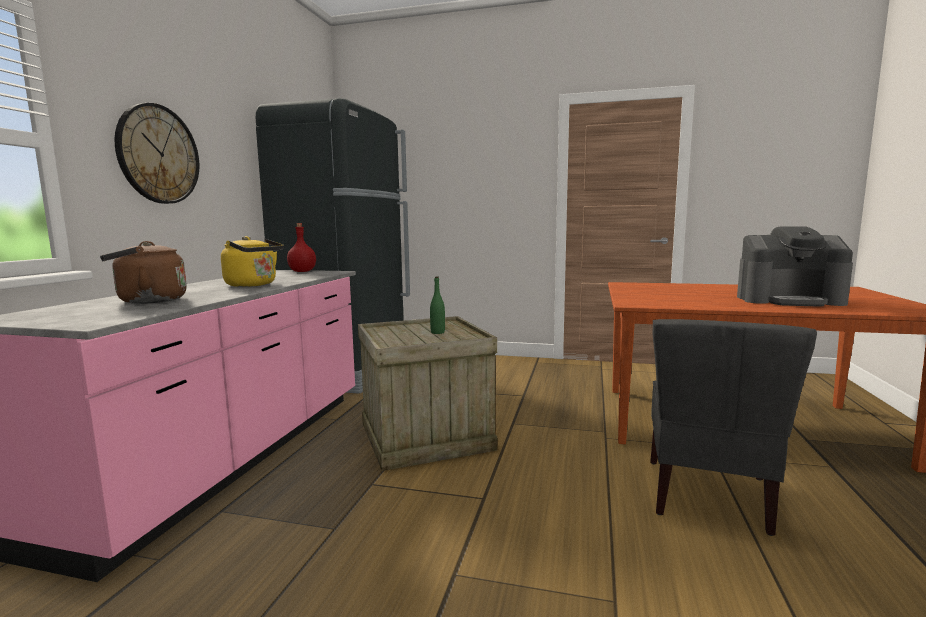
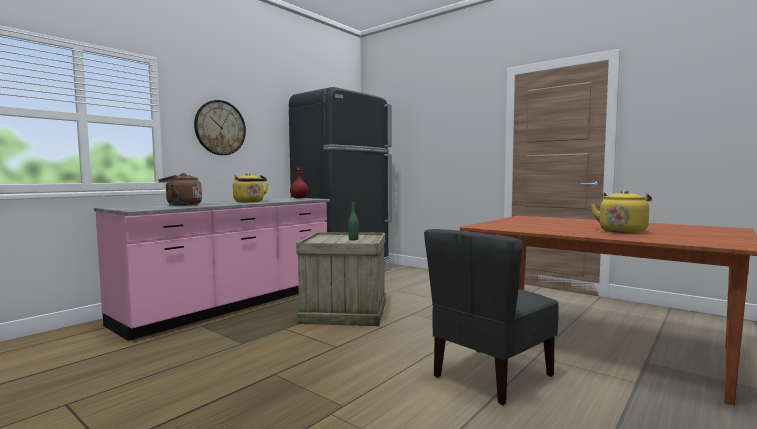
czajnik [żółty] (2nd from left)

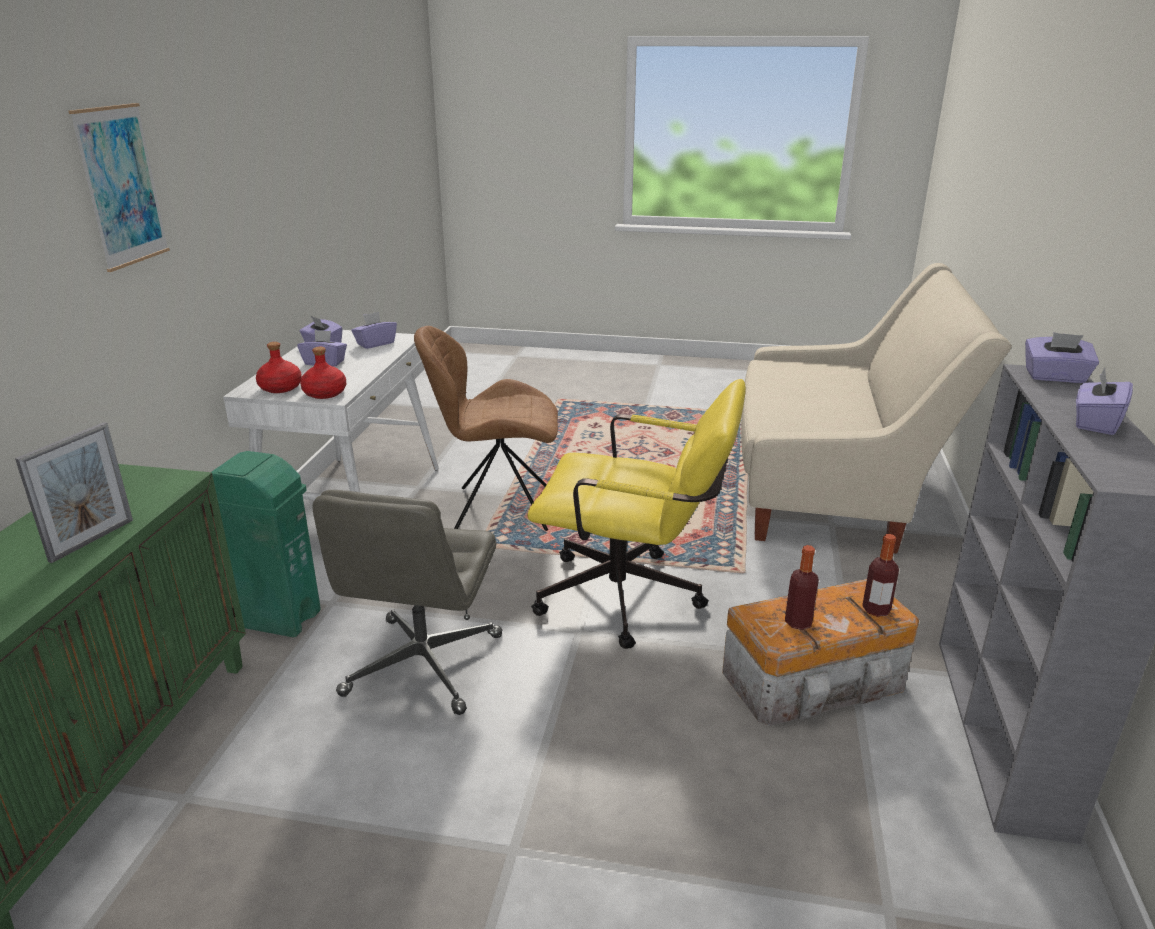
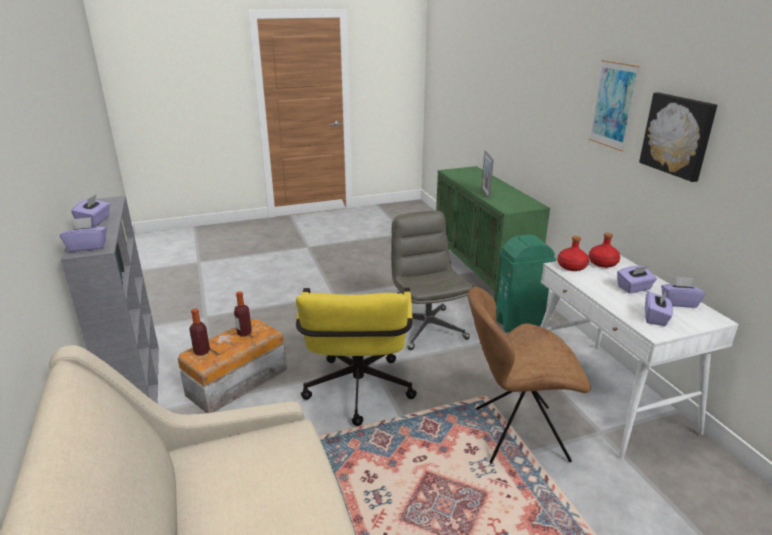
krzesło [brązowy]
krzesło biurowe [żółty]
obraz (2nd from left)

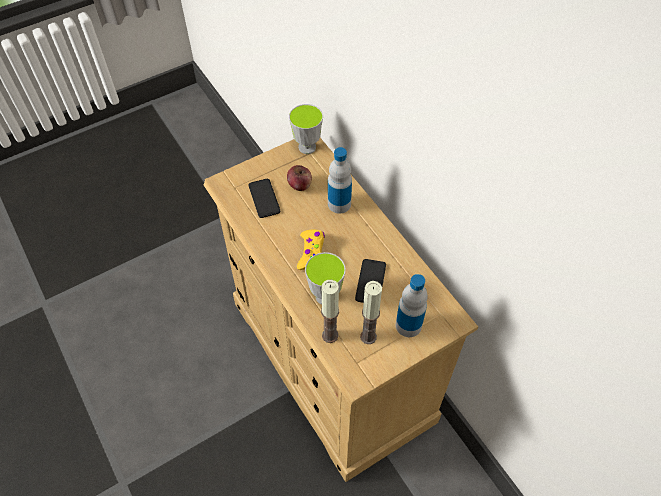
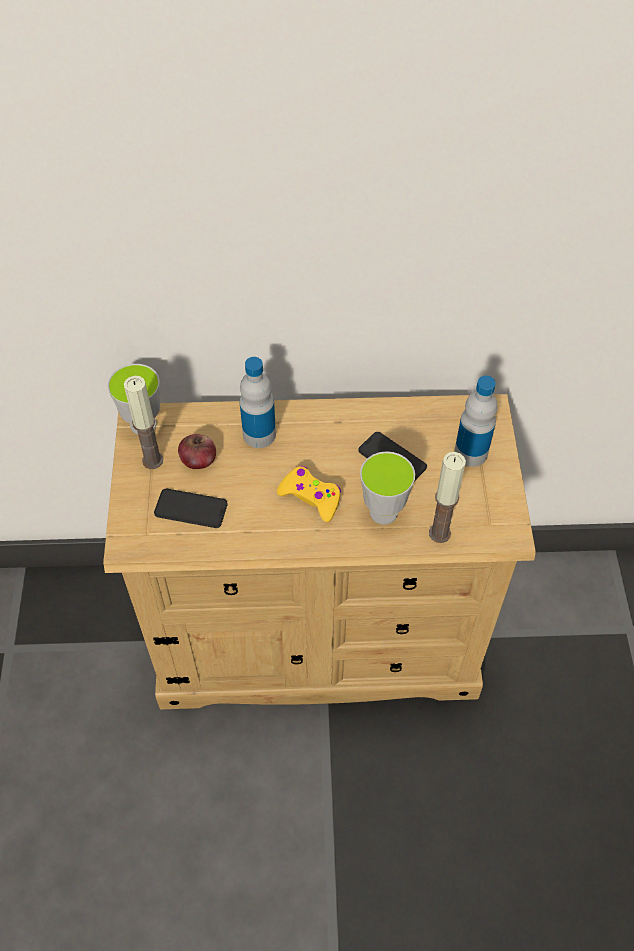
świeca (1st from left)

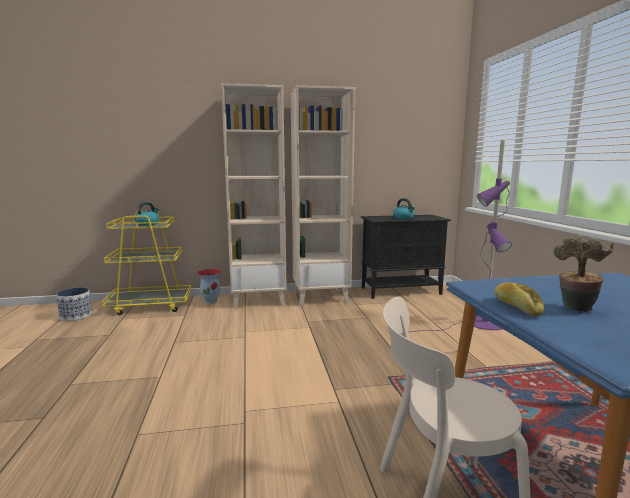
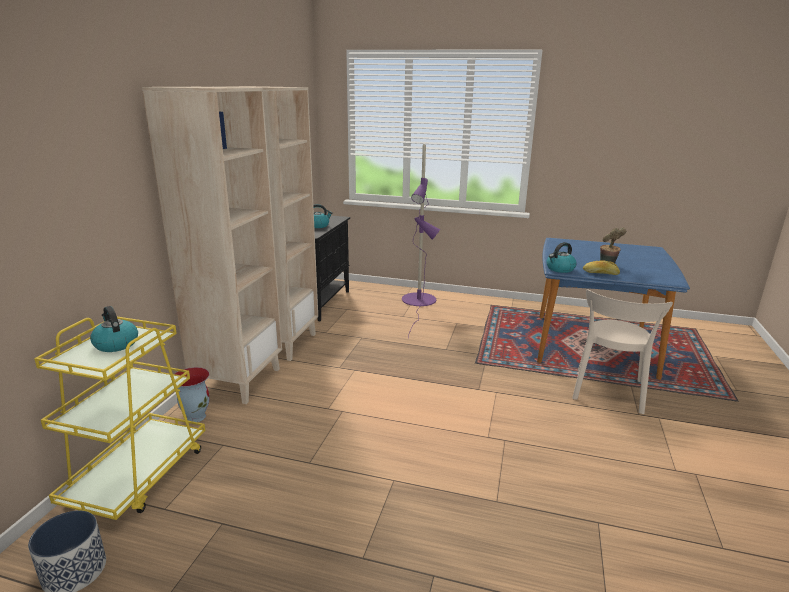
czajnik (3rd from left)

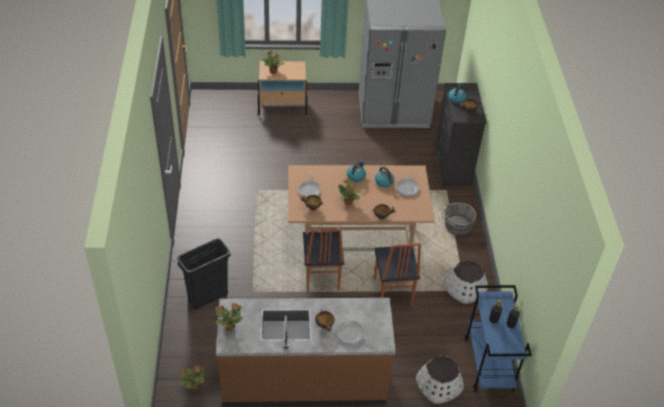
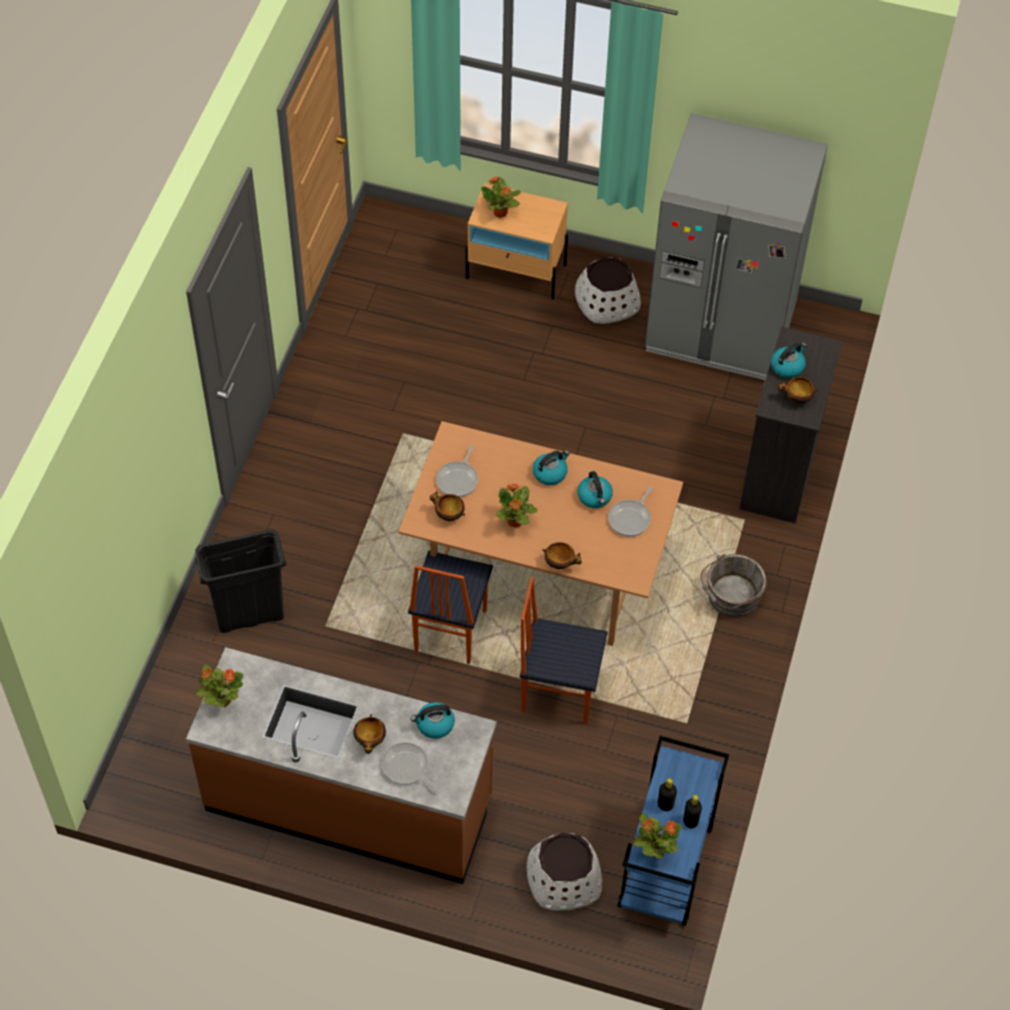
roślina doniczkowa (4th from left)
krzesło (2nd from left)
donica [biały] (2nd from left)
czajnik (1st from left)

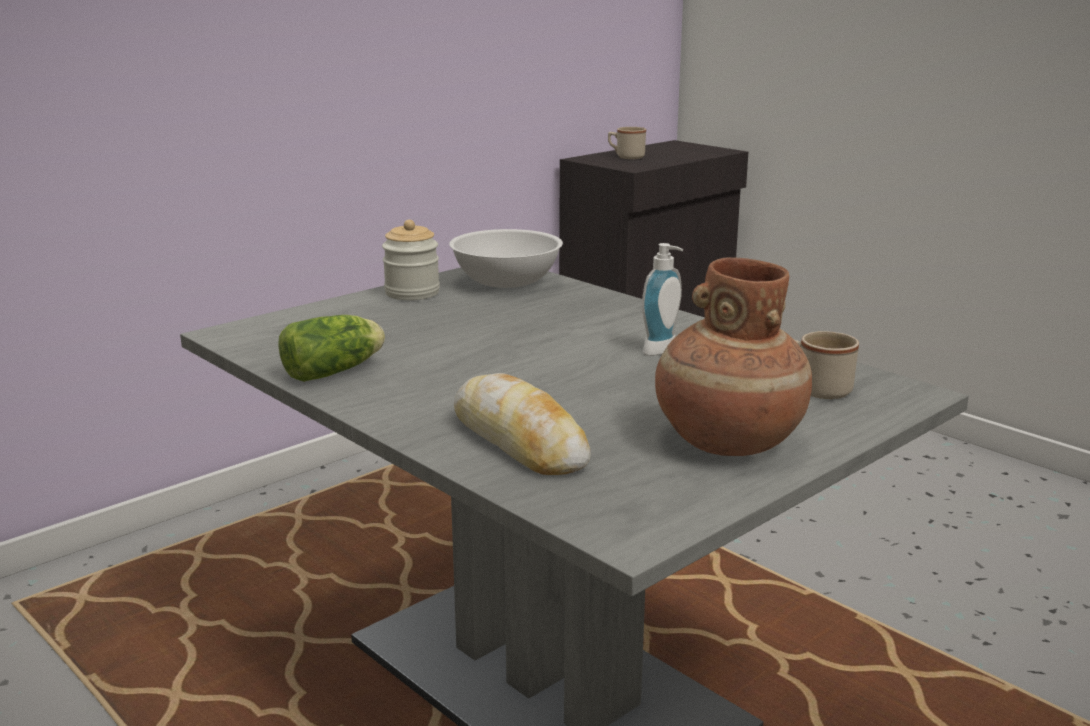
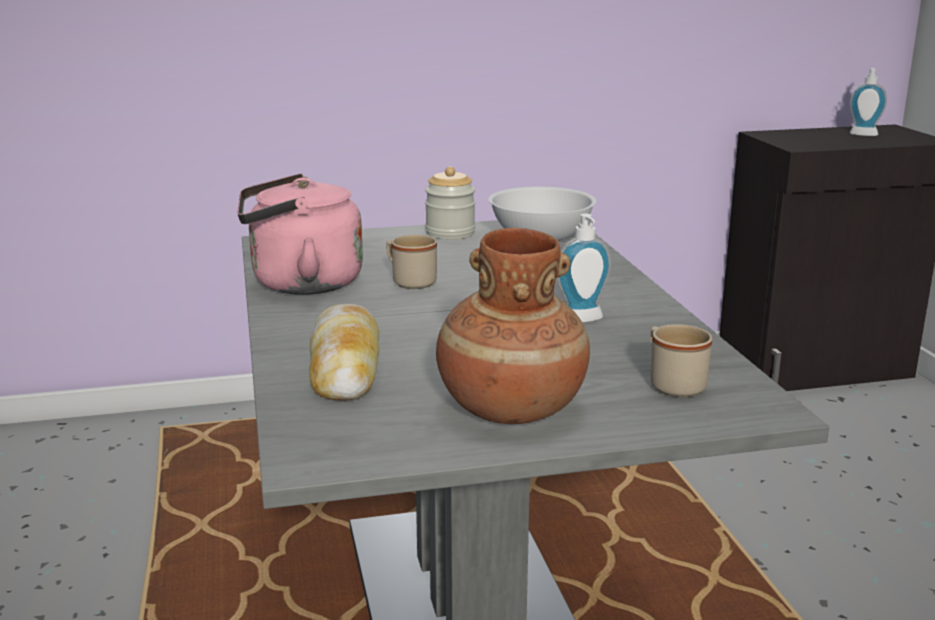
czajnik [różowy]
kubek [beżowy] (1st from left)
dozownik mydła (2nd from left)

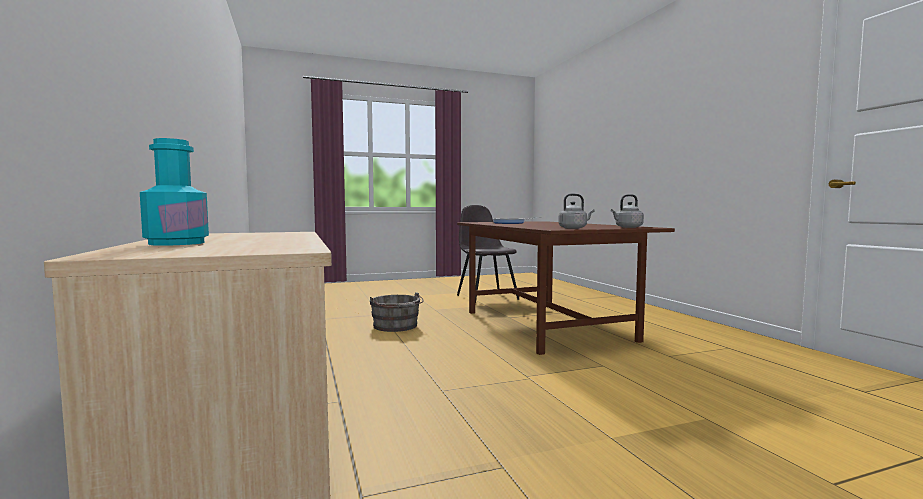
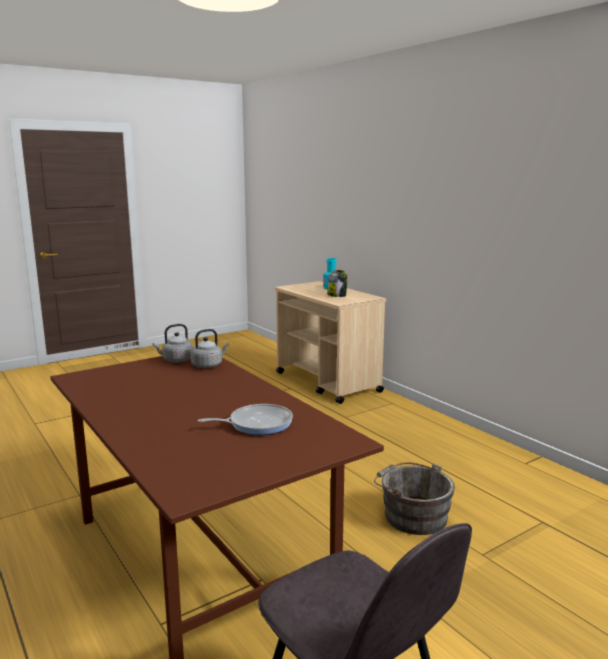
czajnik [szary] (2nd from left)
słoik

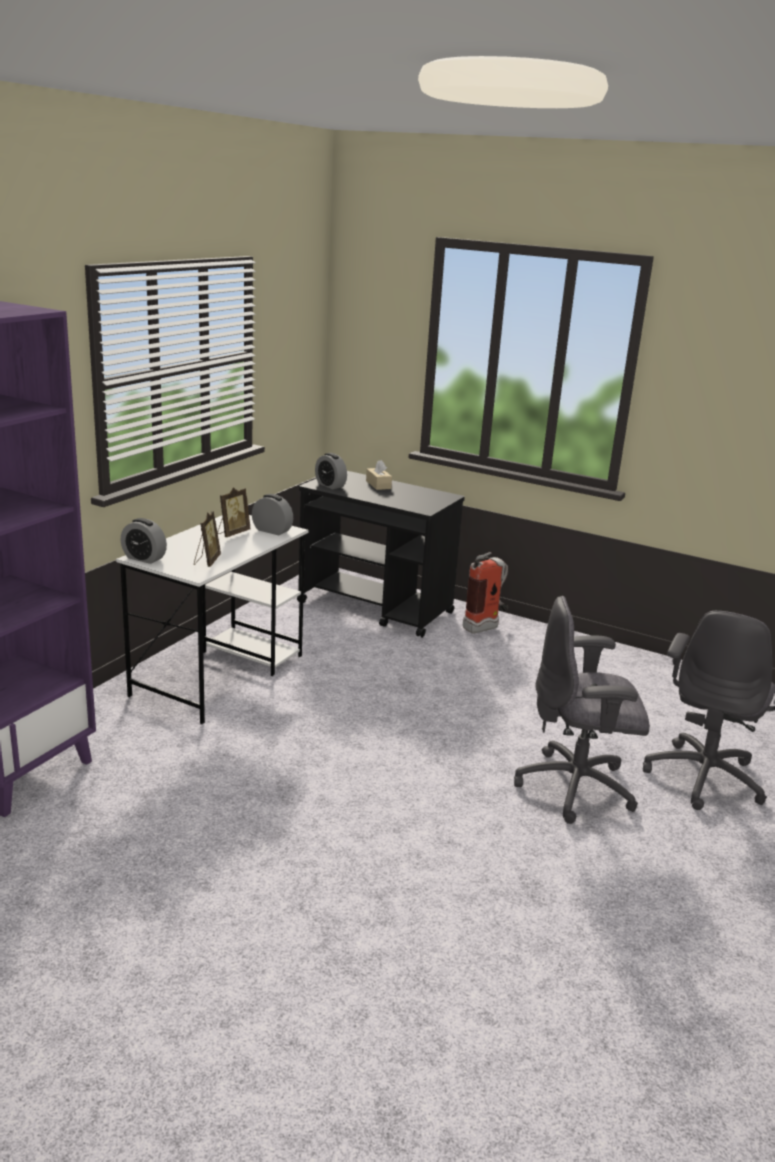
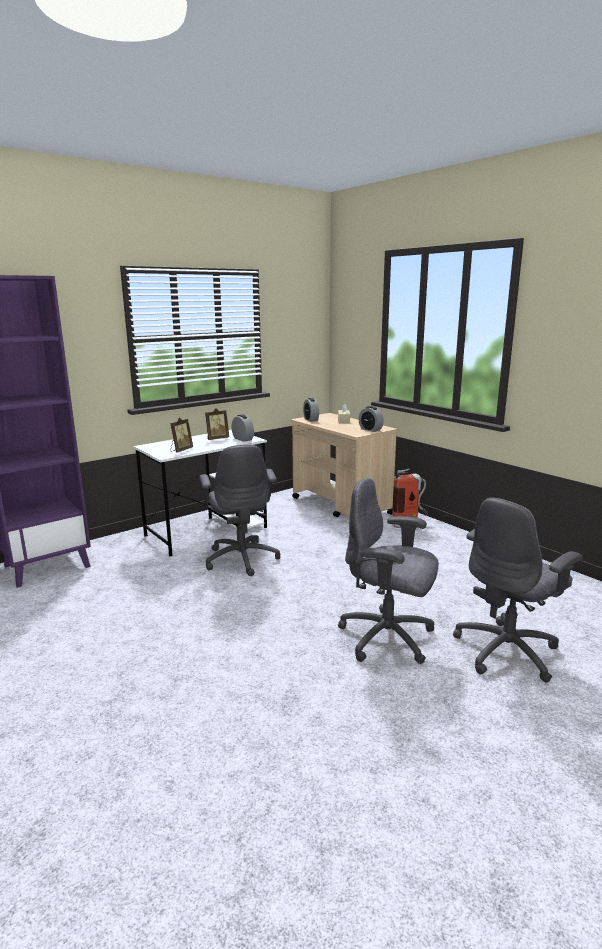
budzik (3rd from left)
wózek [beżowy]
krzesło biurowe [szary] (1st from left)

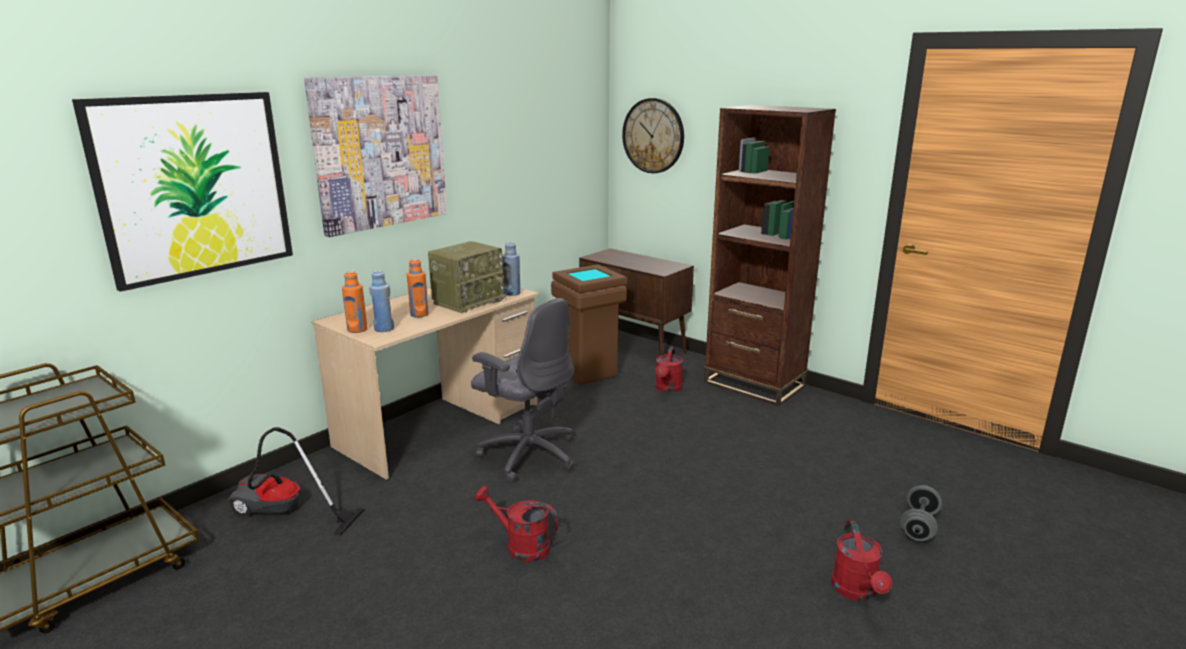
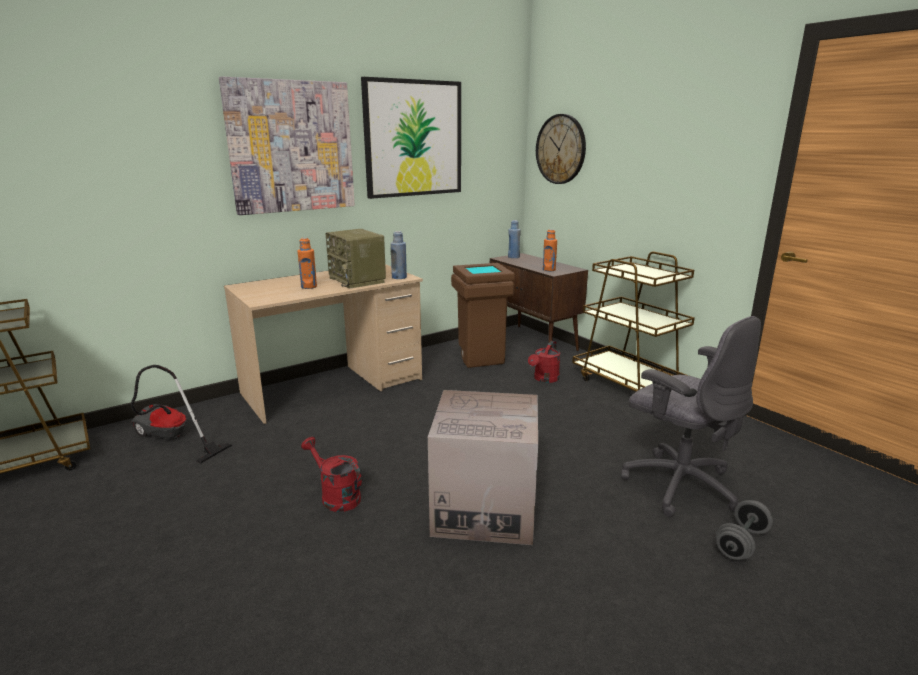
obraz (2nd from left)
butelka [pomarańczowy] (2nd from left)
butelka [niebieski] (2nd from left)
radio
krzesło biurowe [szary]
wózek [brązowy] (2nd from left)
konewka [czerwony] (3rd from left in the first image)
karton

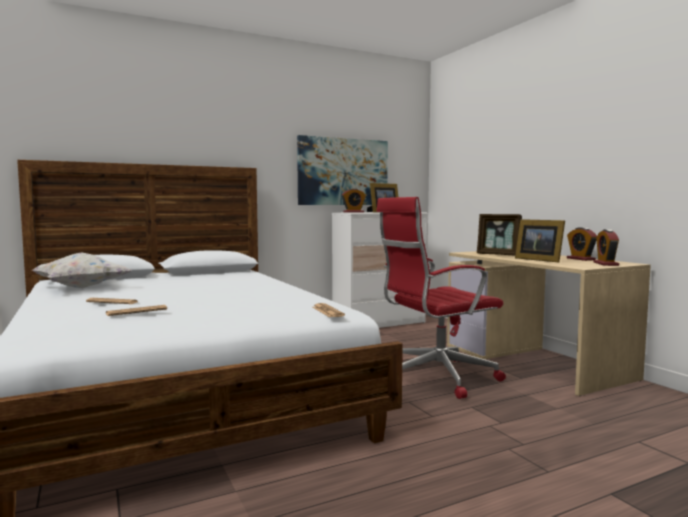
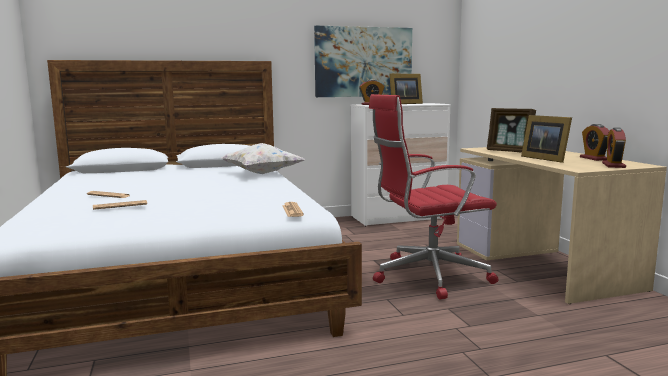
poduszka [biały]

